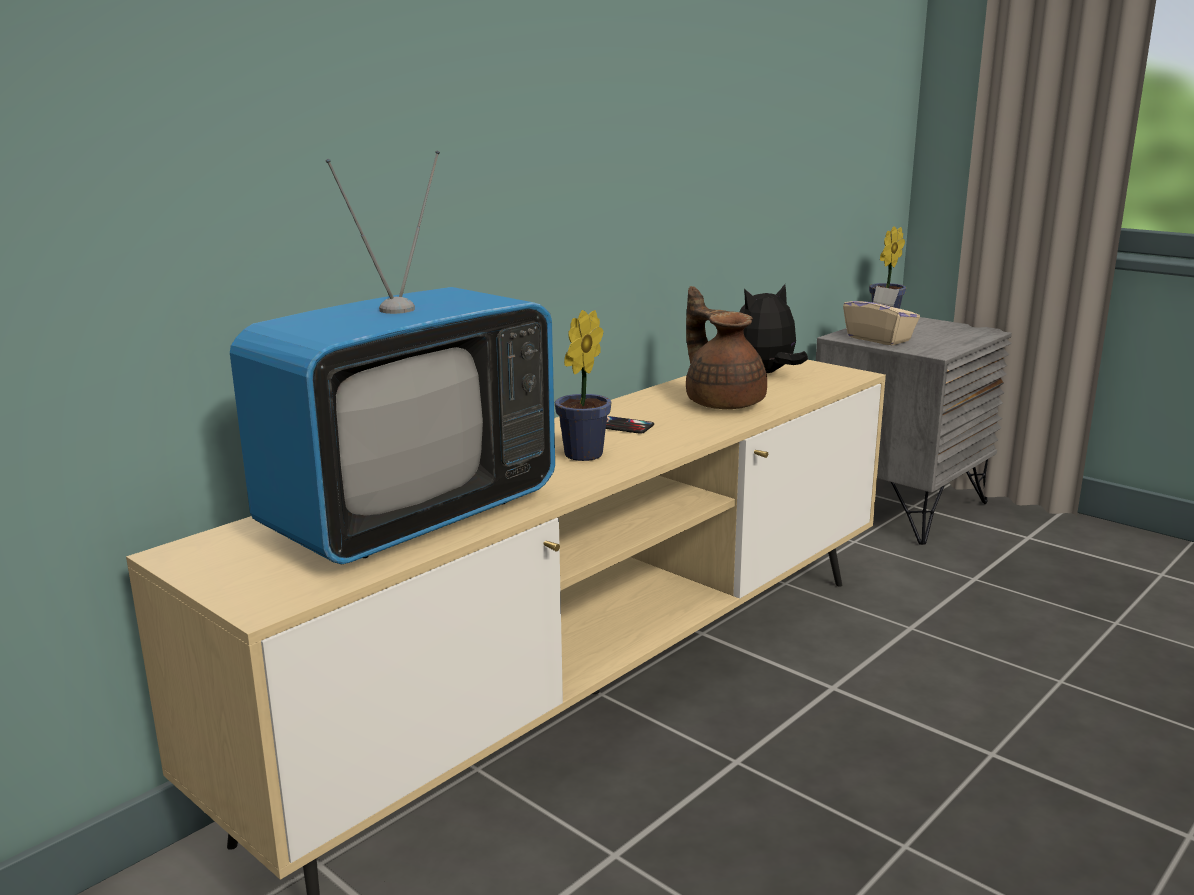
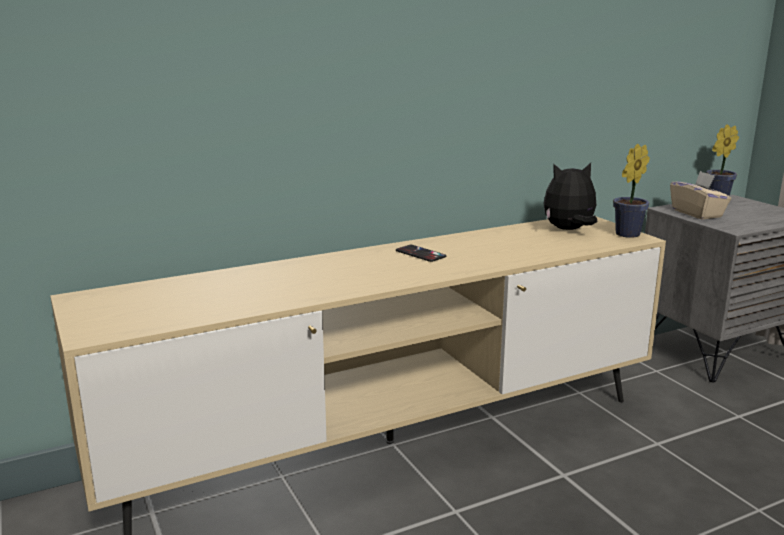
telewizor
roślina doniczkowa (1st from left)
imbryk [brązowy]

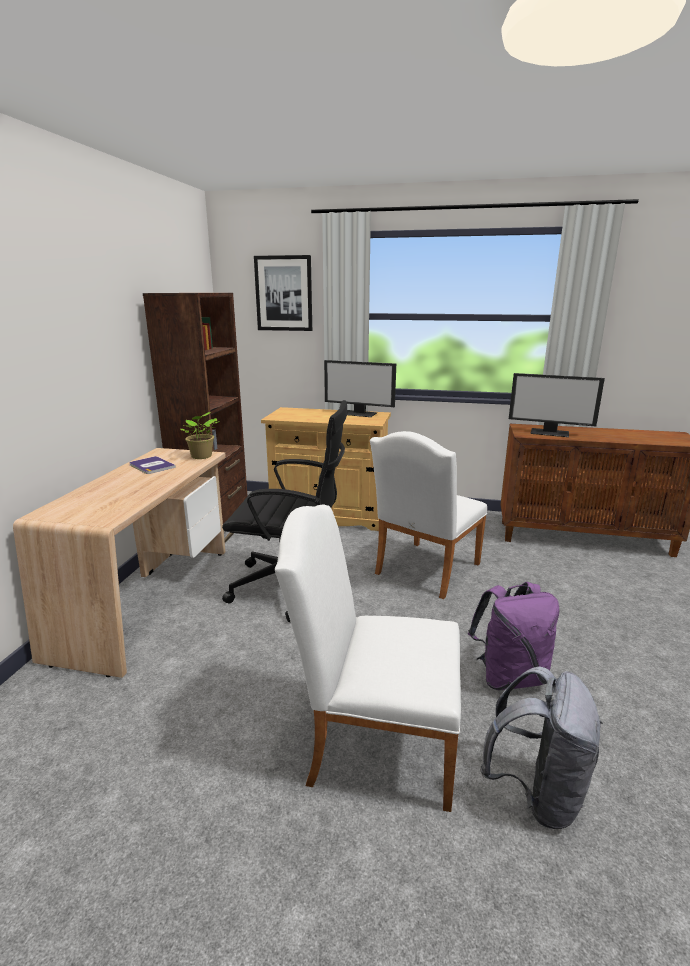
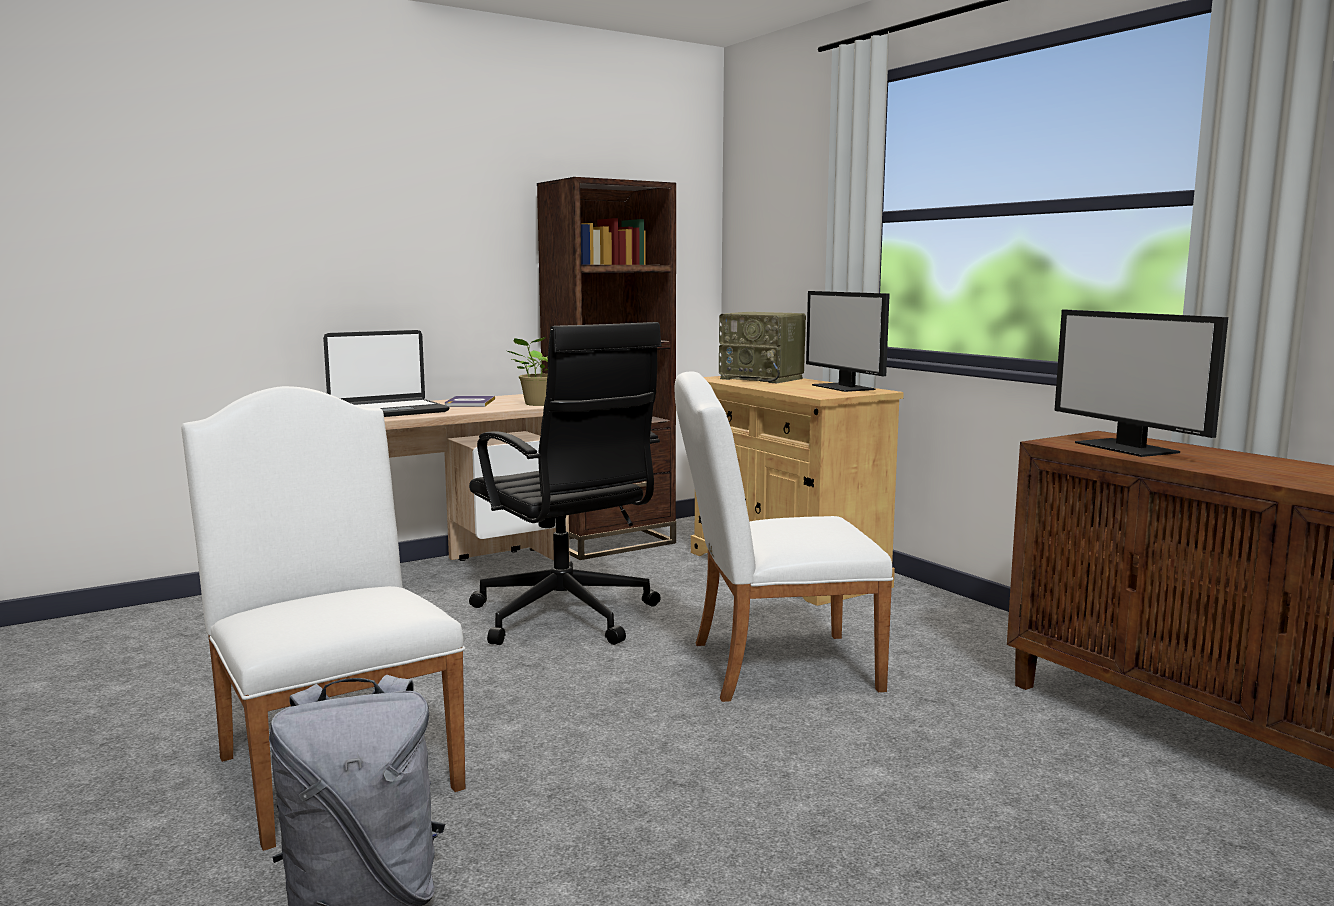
obraz
plecak [fioletowy]
laptop
radio

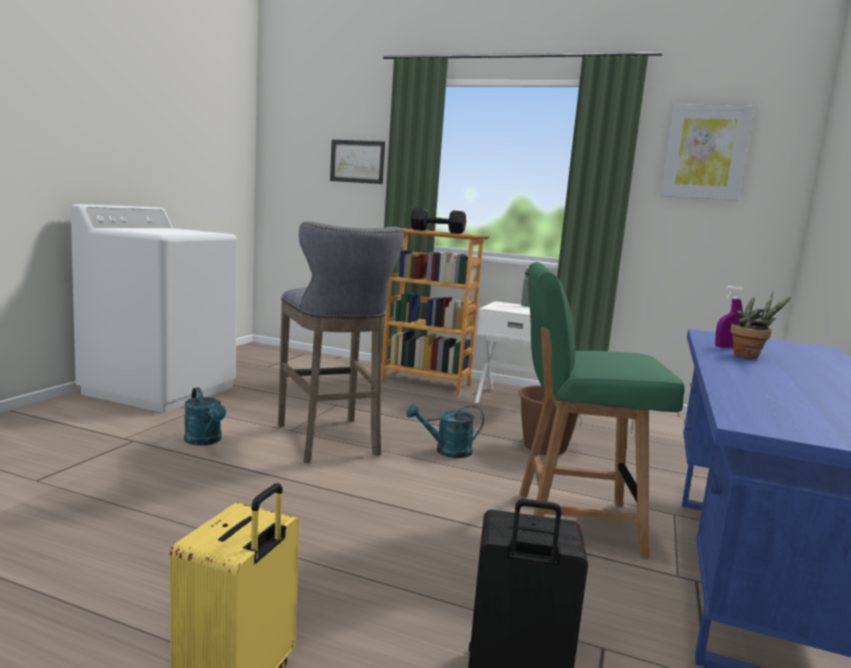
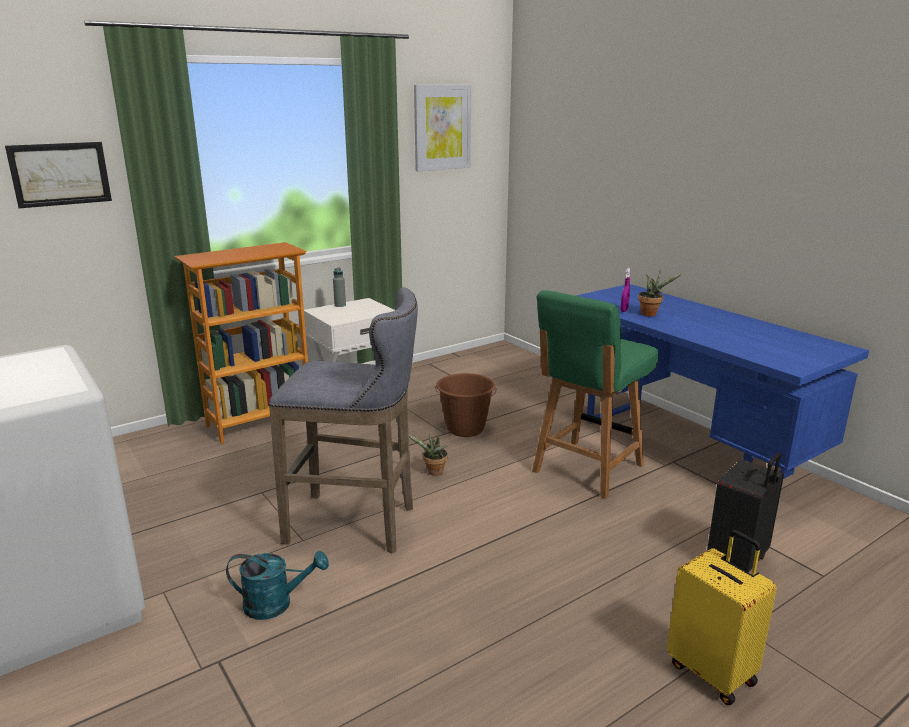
roślina doniczkowa (1st from left)
hantel [czarny]

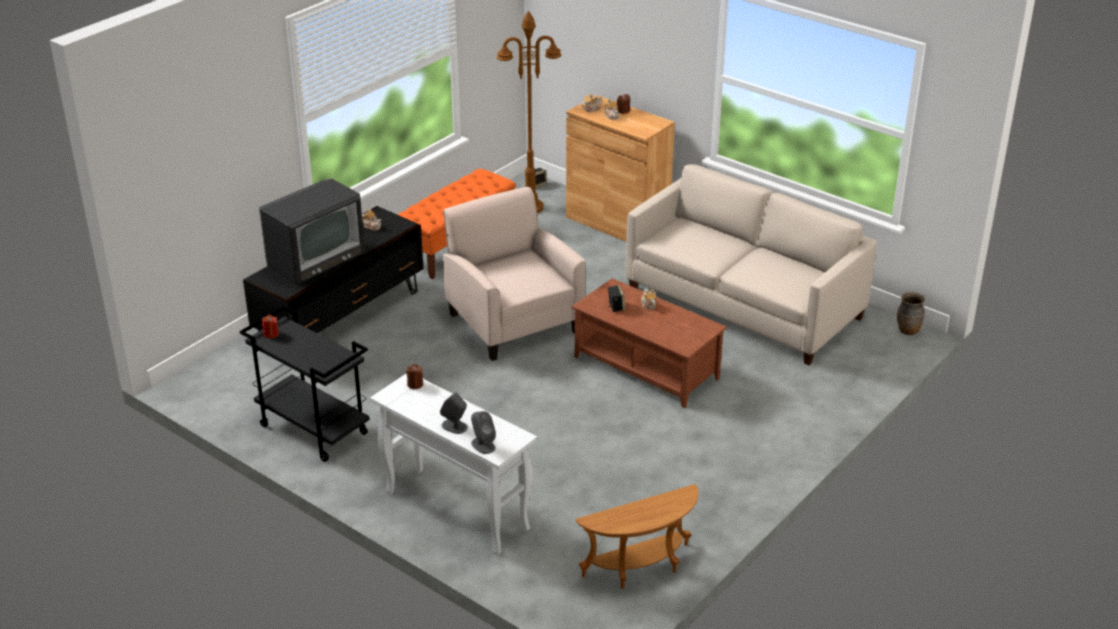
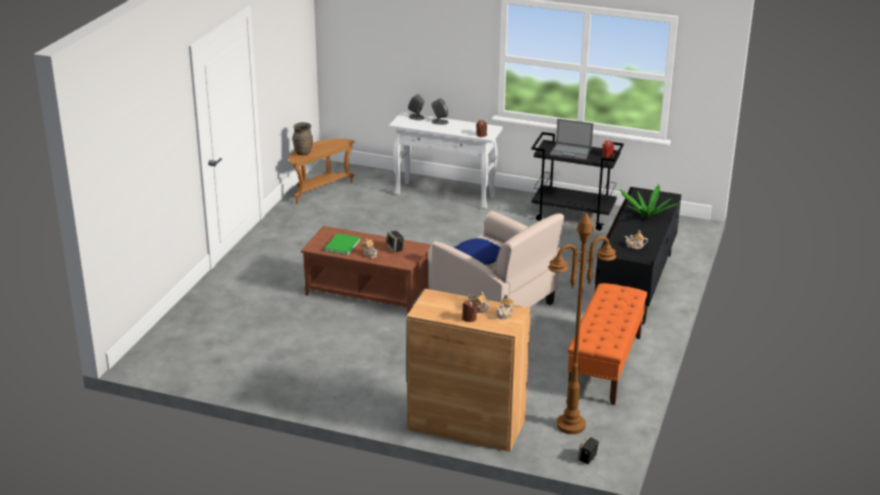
roślina doniczkowa
kanapa [beżowy]
wazon [brązowy]
książka [zielony]
poduszka [niebieski]
laptop

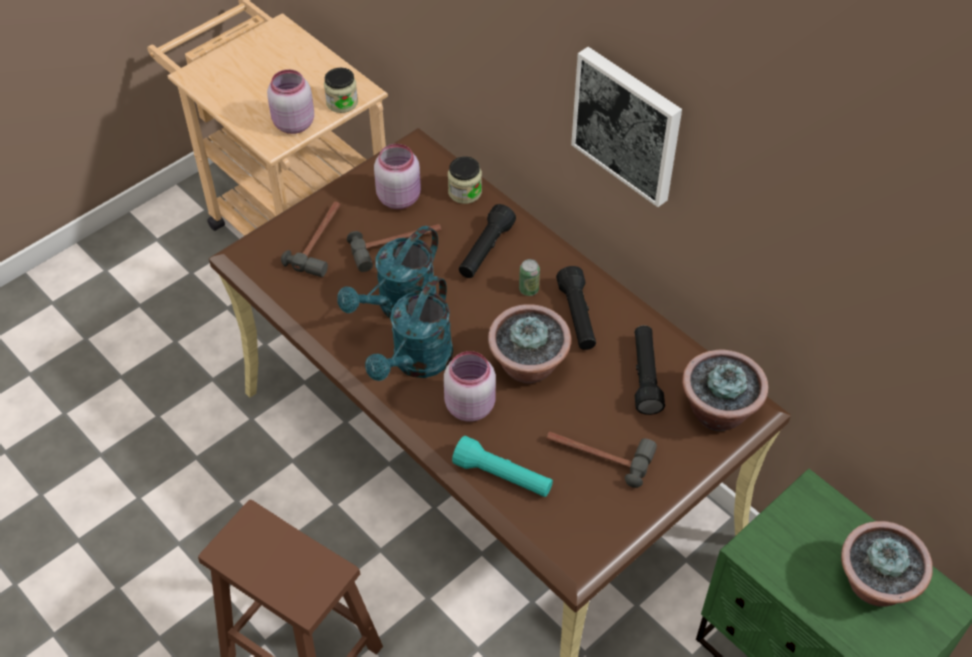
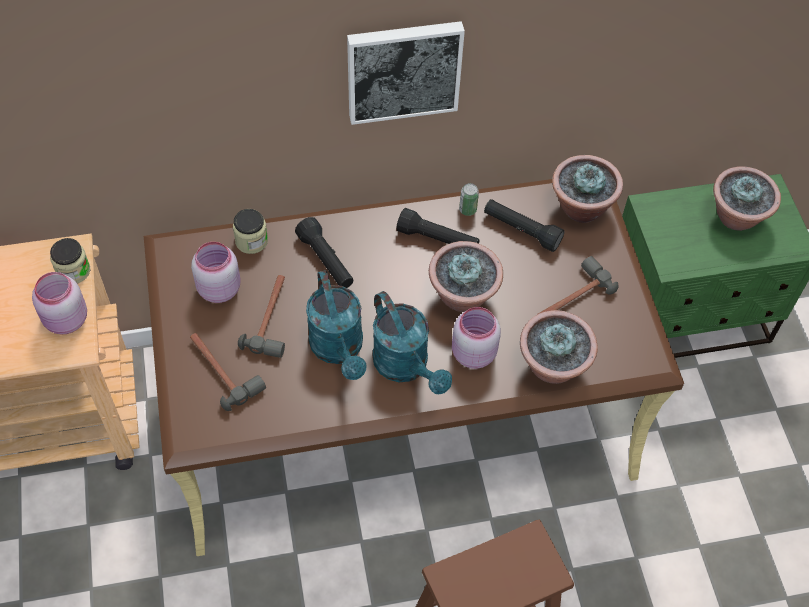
roślina doniczkowa (2nd from left)
puszka

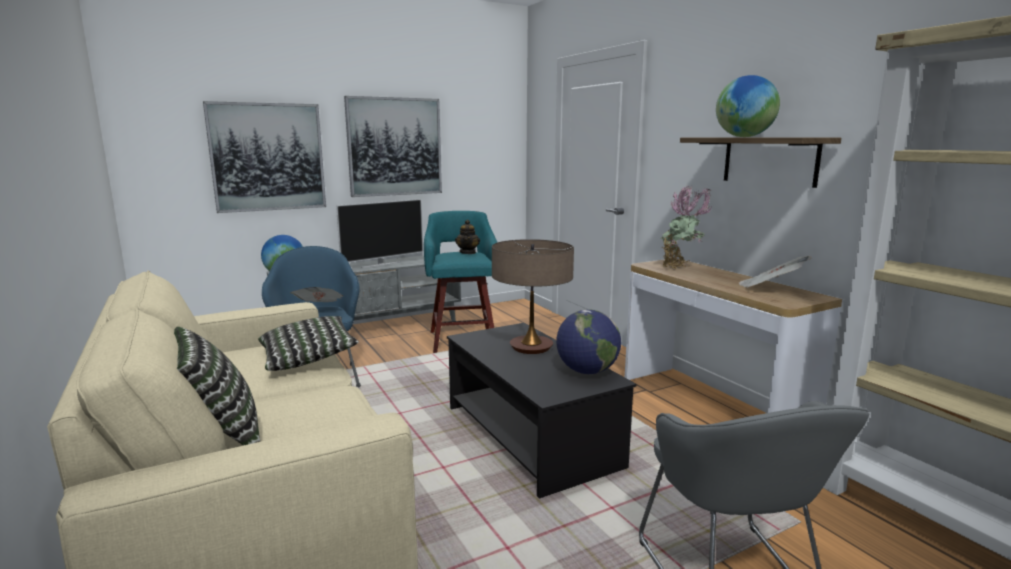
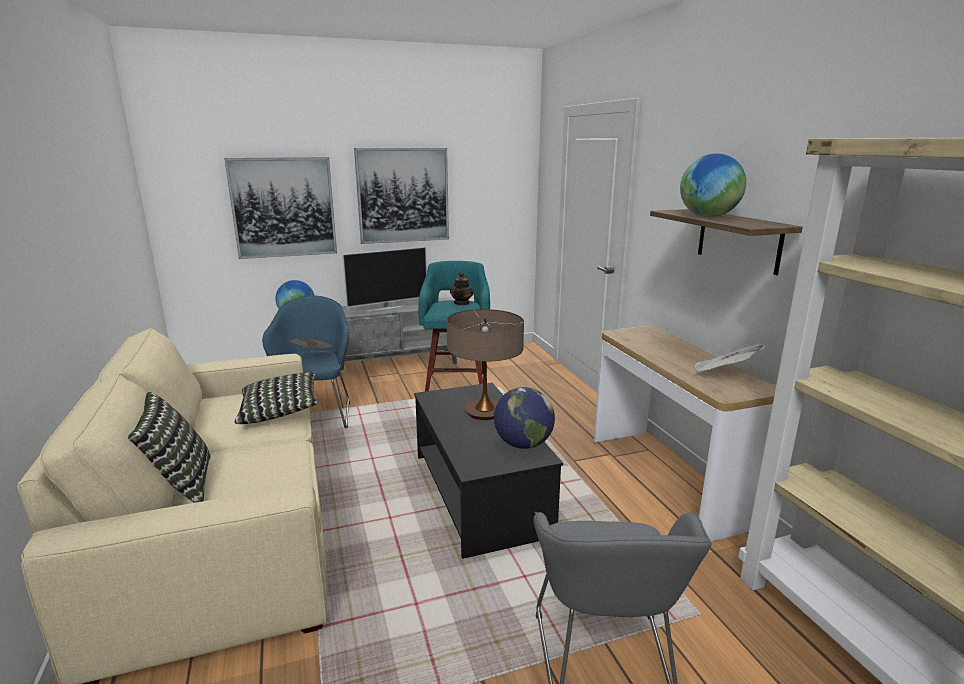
roślina doniczkowa

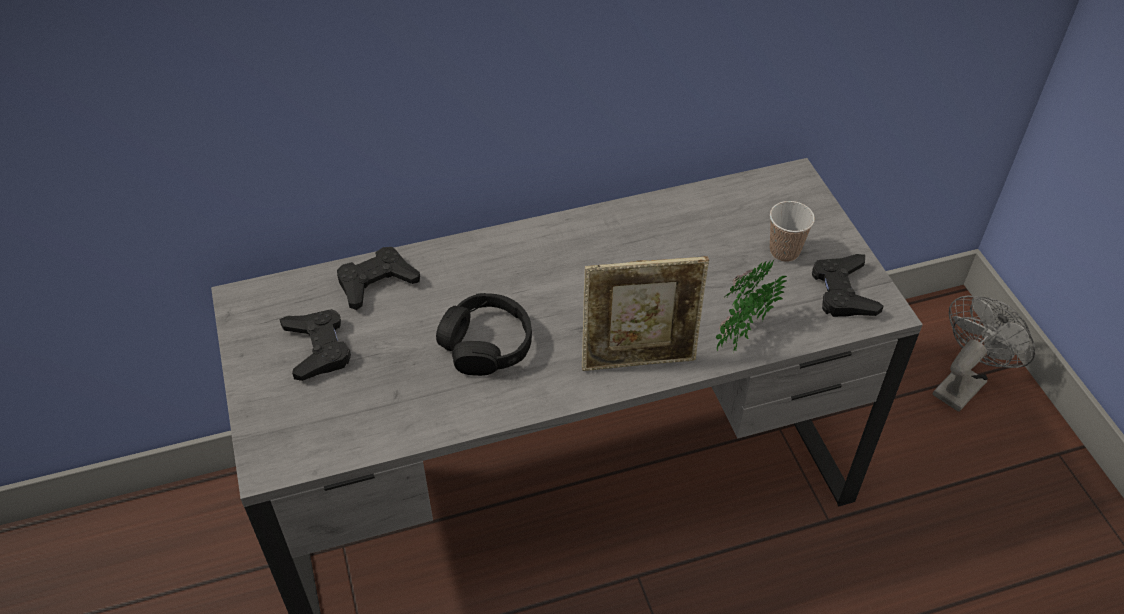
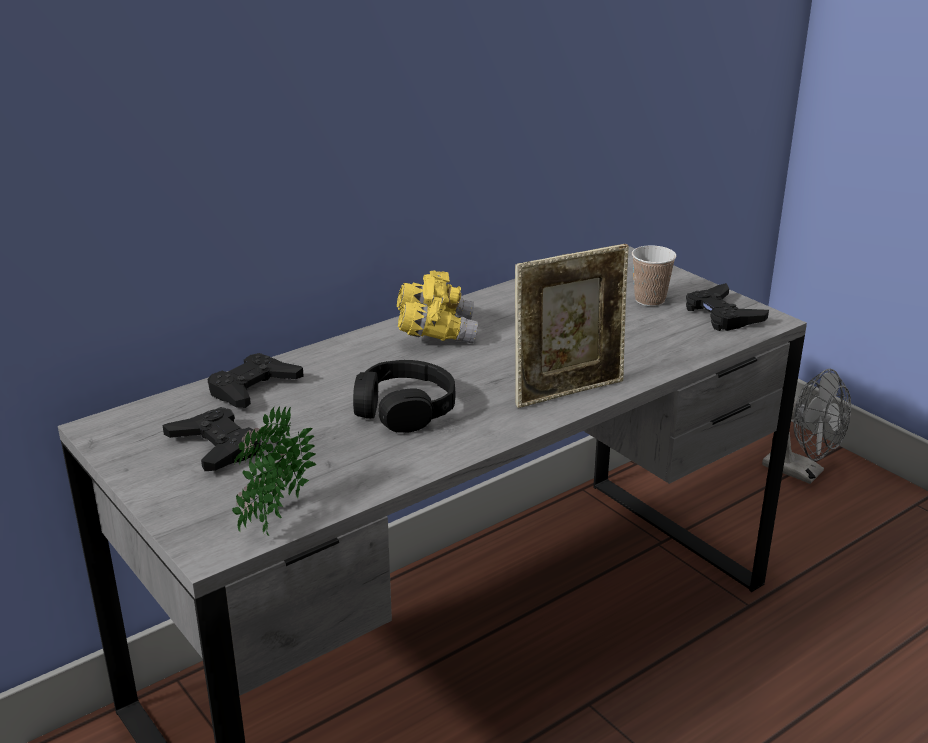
roślina doniczkowa
wentylator [szary]
lornetka [żółty]

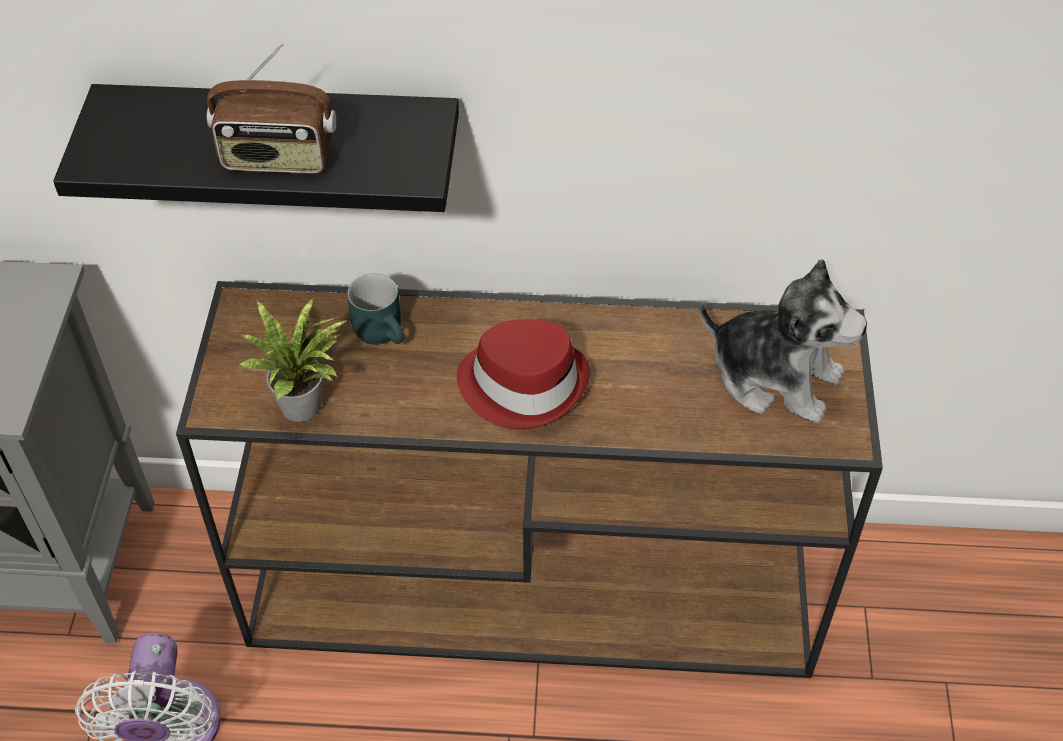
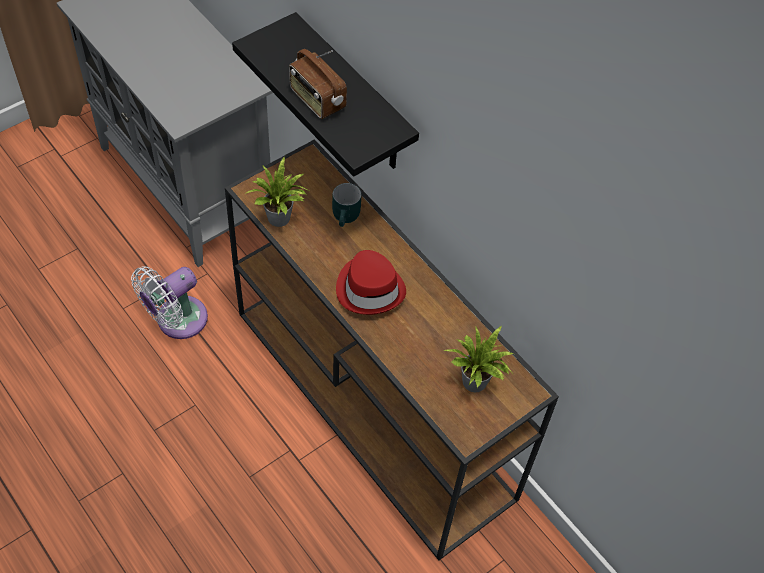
roślina doniczkowa (2nd from left)

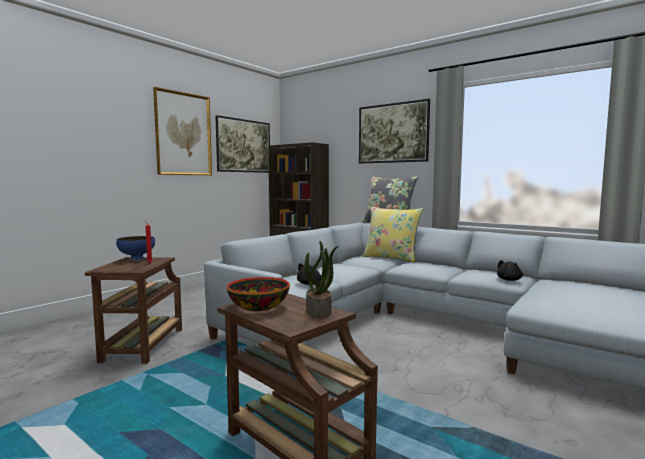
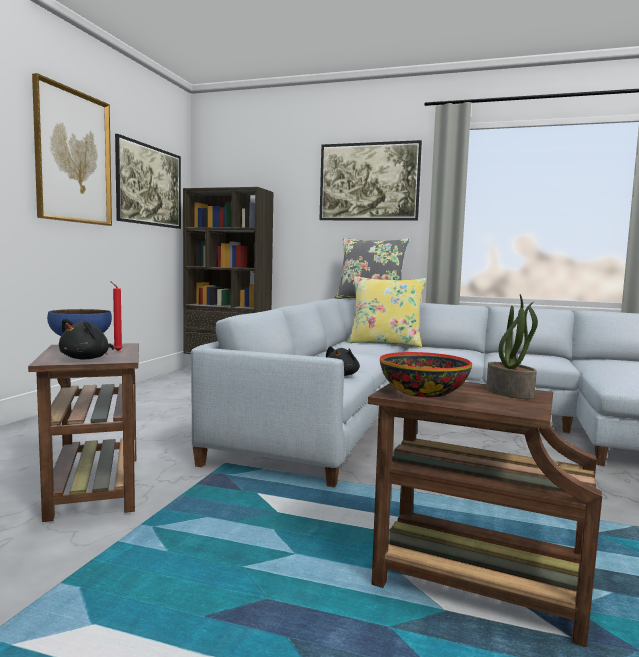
pluszak [czarny] (1st from left)

